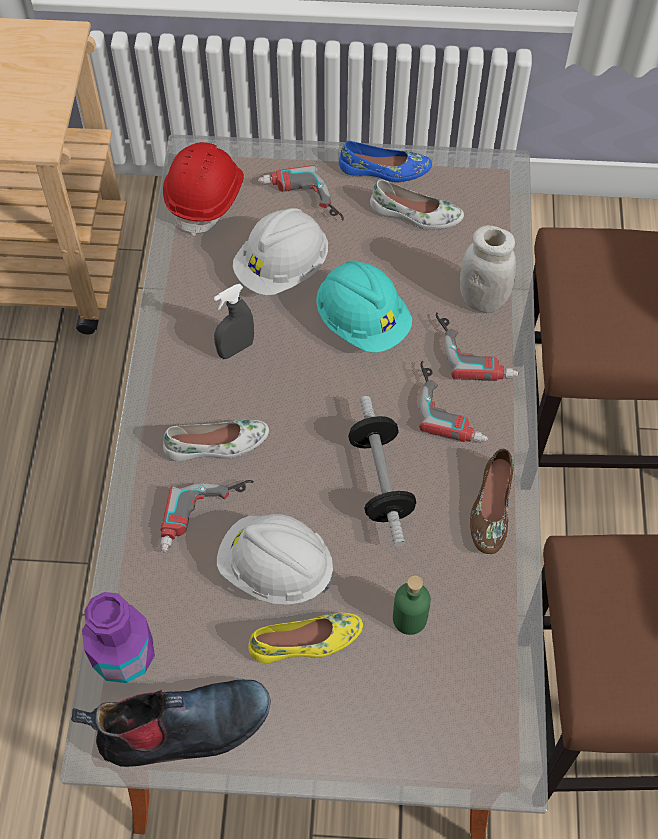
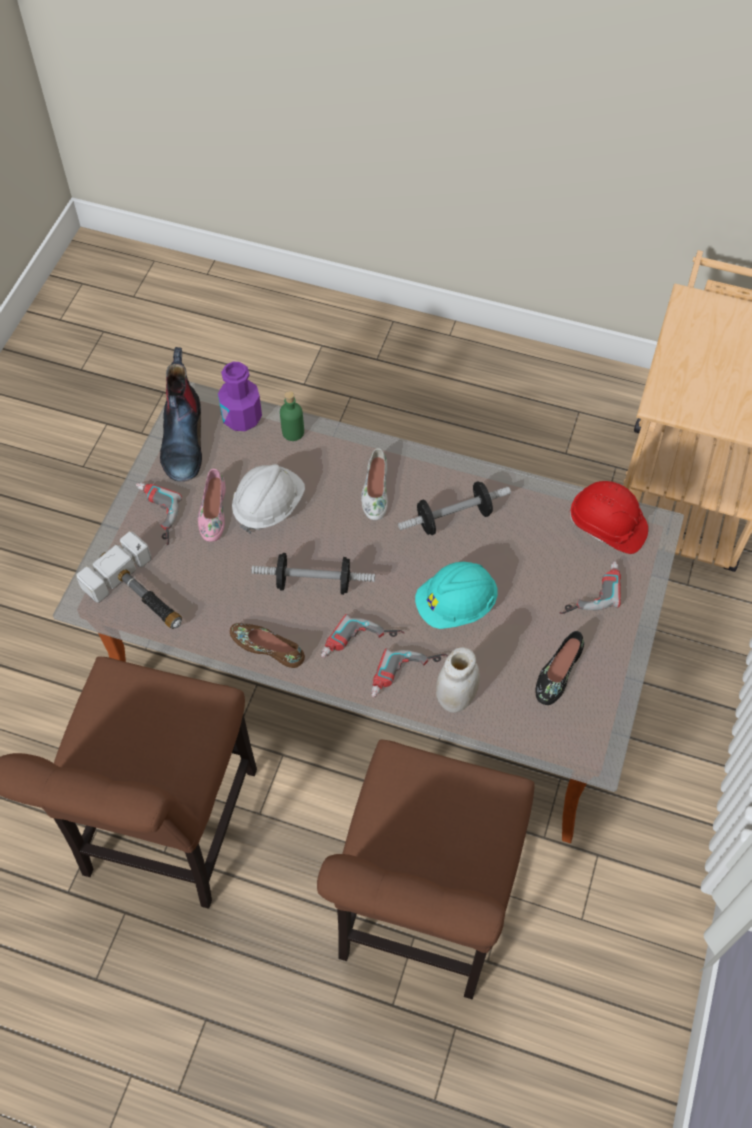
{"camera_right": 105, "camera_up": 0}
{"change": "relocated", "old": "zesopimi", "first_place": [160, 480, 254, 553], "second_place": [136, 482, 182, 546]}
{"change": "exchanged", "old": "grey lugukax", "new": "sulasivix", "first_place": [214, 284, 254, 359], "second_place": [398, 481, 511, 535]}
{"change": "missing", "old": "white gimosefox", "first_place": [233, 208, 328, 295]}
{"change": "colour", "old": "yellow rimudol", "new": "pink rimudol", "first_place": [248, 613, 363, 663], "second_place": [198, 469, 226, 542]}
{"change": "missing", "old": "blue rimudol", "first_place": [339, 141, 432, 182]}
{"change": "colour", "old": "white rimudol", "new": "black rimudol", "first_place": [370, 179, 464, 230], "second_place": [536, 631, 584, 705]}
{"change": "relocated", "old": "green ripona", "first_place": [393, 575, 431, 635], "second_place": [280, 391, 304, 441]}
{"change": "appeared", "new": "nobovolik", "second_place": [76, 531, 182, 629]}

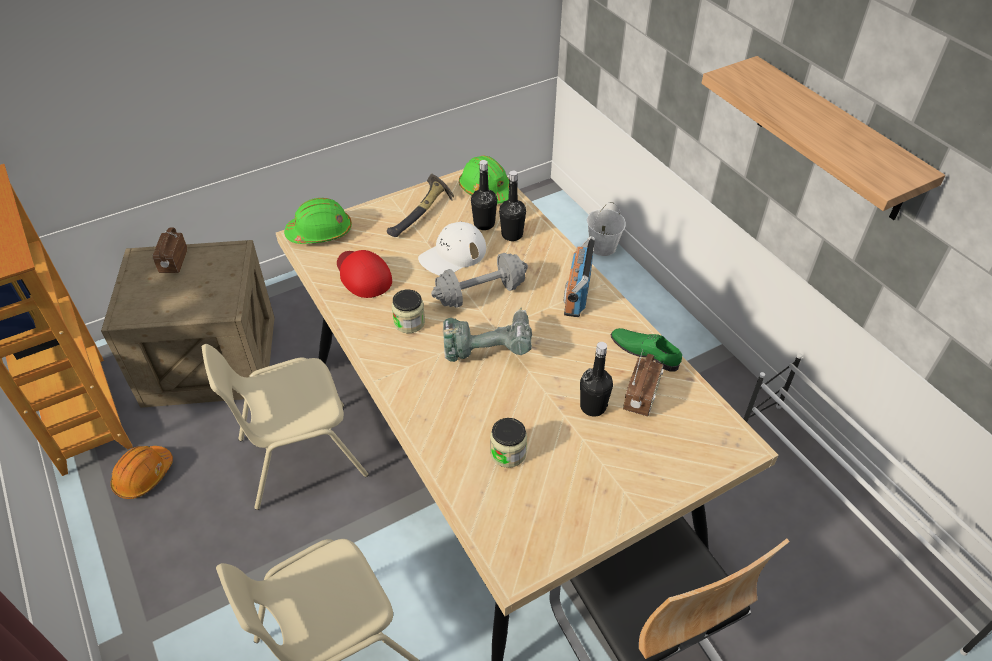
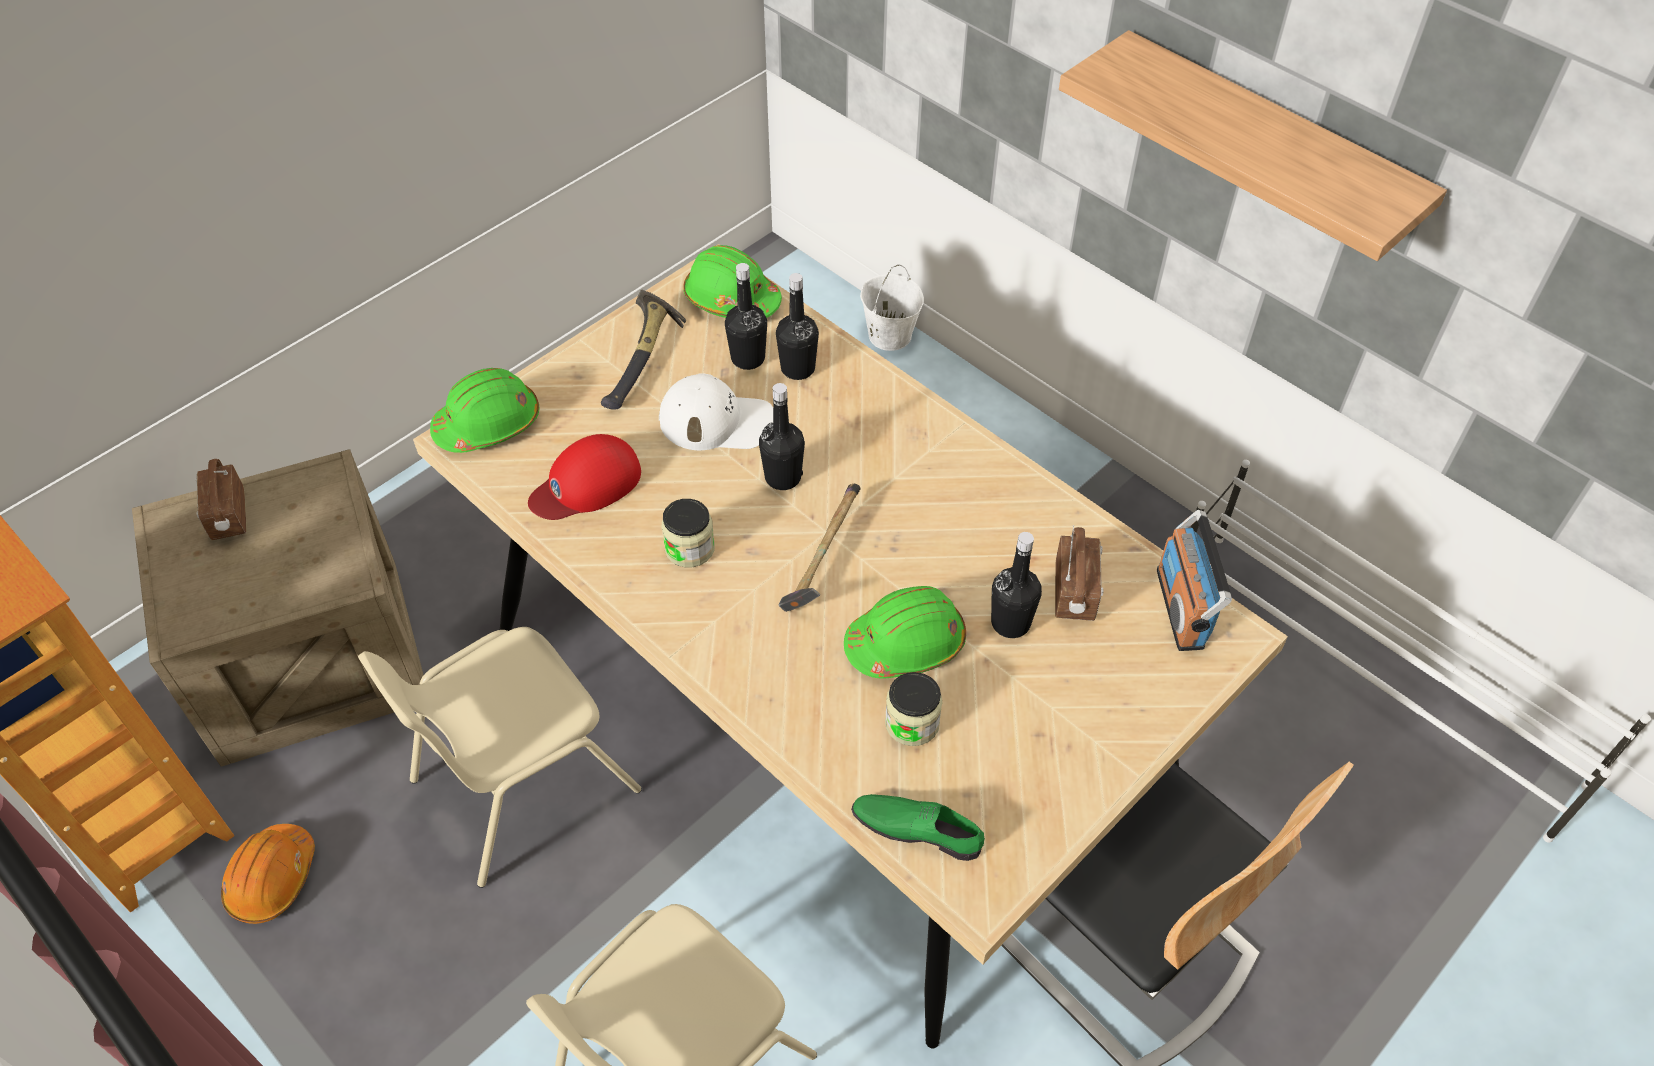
{"camera_right": -15, "camera_up": 5}
{"change": "spun", "old": "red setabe", "first_place": [337, 250, 392, 298], "second_place": [528, 434, 641, 520], "degrees": -75}
{"change": "spun", "old": "white setabe", "first_place": [418, 222, 486, 276], "second_place": [659, 373, 773, 450], "degrees": -120}
{"change": "exchanged", "old": "grey sulasivix", "new": "black ripona", "first_place": [431, 253, 528, 308], "second_place": [759, 383, 805, 490]}
{"change": "exchanged", "old": "zesopimi", "new": "nobovolik", "first_place": [443, 307, 532, 362], "second_place": [778, 484, 861, 612]}
{"change": "relocated", "old": "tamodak", "first_place": [564, 236, 595, 317], "second_place": [1157, 510, 1232, 651]}
{"change": "relocated", "old": "green rimudol", "first_place": [611, 328, 682, 371], "second_place": [851, 794, 985, 861]}
{"change": "appeared", "new": "green gimosefox", "second_place": [844, 586, 966, 679]}

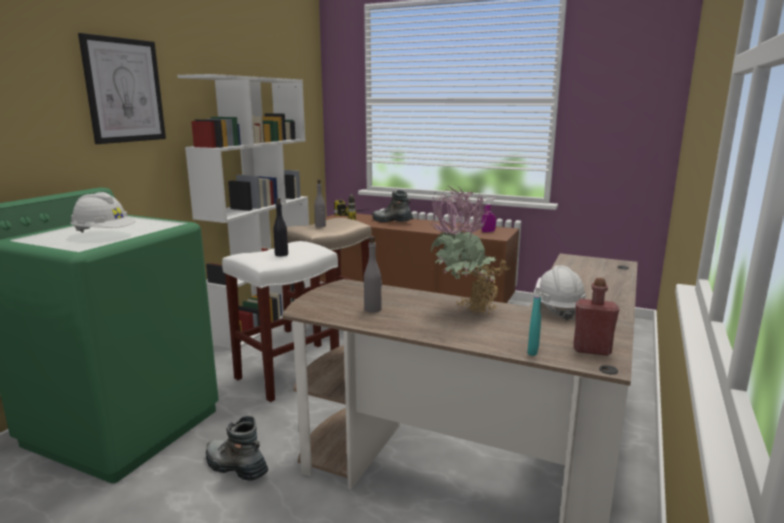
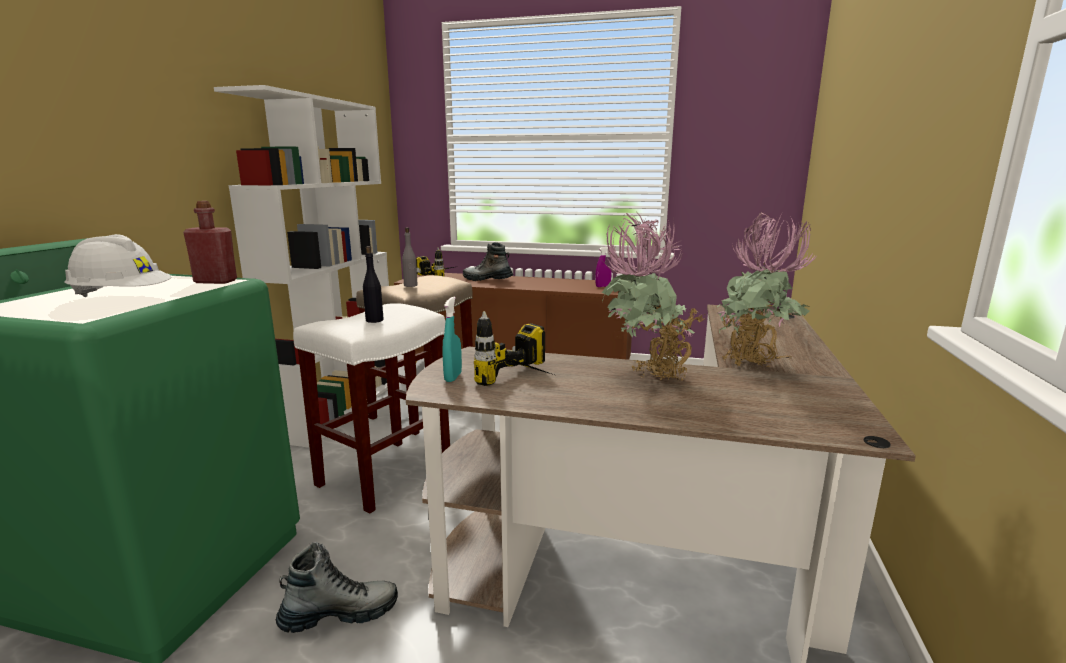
{"camera_right": -10, "camera_up": 0}
{"change": "missing", "old": "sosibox", "first_place": [78, 33, 166, 144]}
{"change": "spun", "old": "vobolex", "first_place": [206, 416, 268, 481], "second_place": [276, 542, 398, 633], "degrees": 135}
{"change": "exchanged", "old": "grey ripona", "new": "zesopimi", "first_place": [364, 236, 382, 313], "second_place": [474, 311, 557, 386]}
{"change": "relocated", "old": "turquoise lugukax", "first_place": [528, 278, 542, 356], "second_place": [442, 296, 462, 382]}
{"change": "exchanged", "old": "white gimosefox", "new": "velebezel", "first_place": [534, 265, 586, 321], "second_place": [716, 213, 816, 367]}
{"change": "relocated", "old": "red ripona", "first_place": [574, 278, 619, 356], "second_place": [183, 201, 237, 284]}

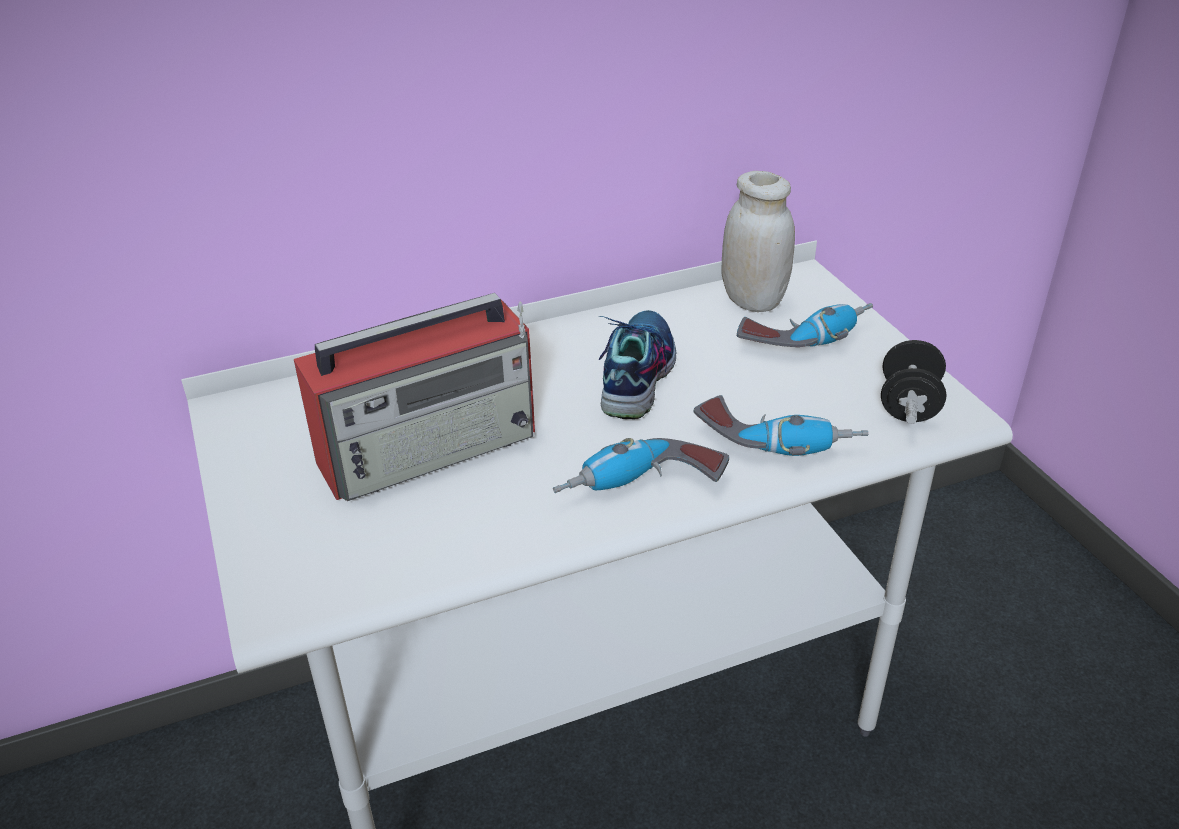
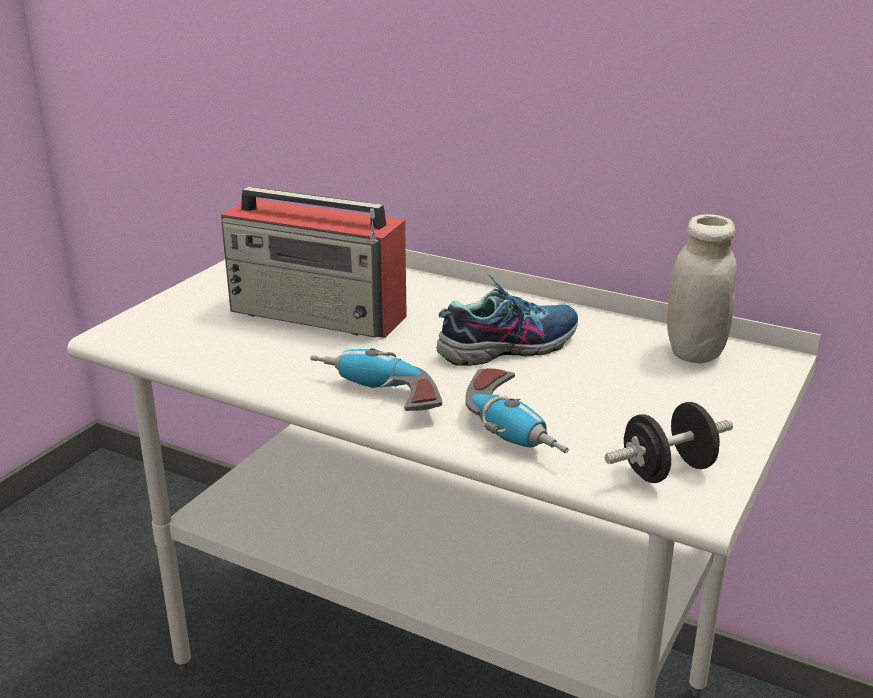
{"camera_right": 50, "camera_up": -10}
{"change": "missing", "old": "zesopimi", "first_place": [737, 303, 873, 347]}

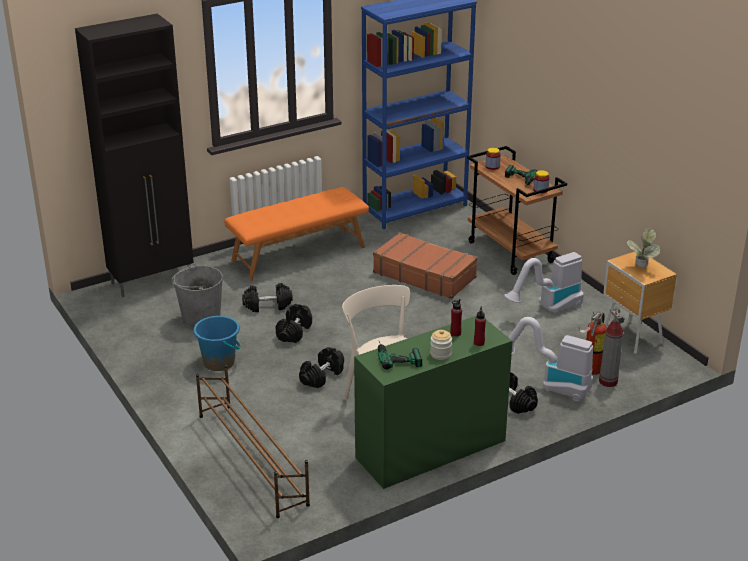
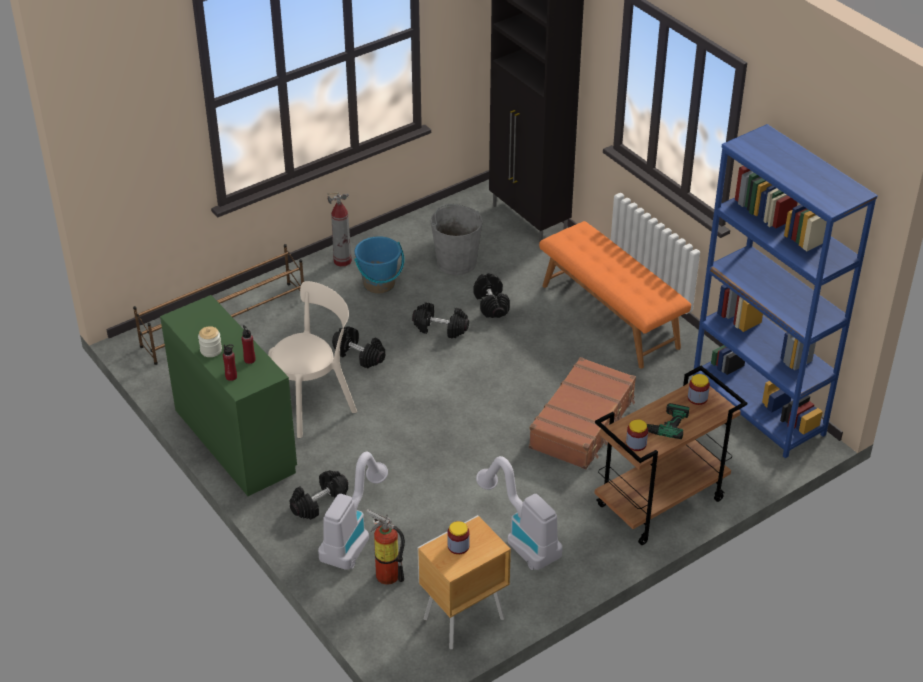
{"camera_right": 85, "camera_up": 10}
{"change": "missing", "old": "zesopimi", "first_place": [378, 341, 422, 370]}
{"change": "relocated", "old": "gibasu", "first_place": [599, 307, 625, 387], "second_place": [327, 192, 352, 267]}
{"change": "exchanged", "old": "velebezel", "new": "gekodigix", "first_place": [626, 228, 660, 267], "second_place": [448, 521, 470, 554]}

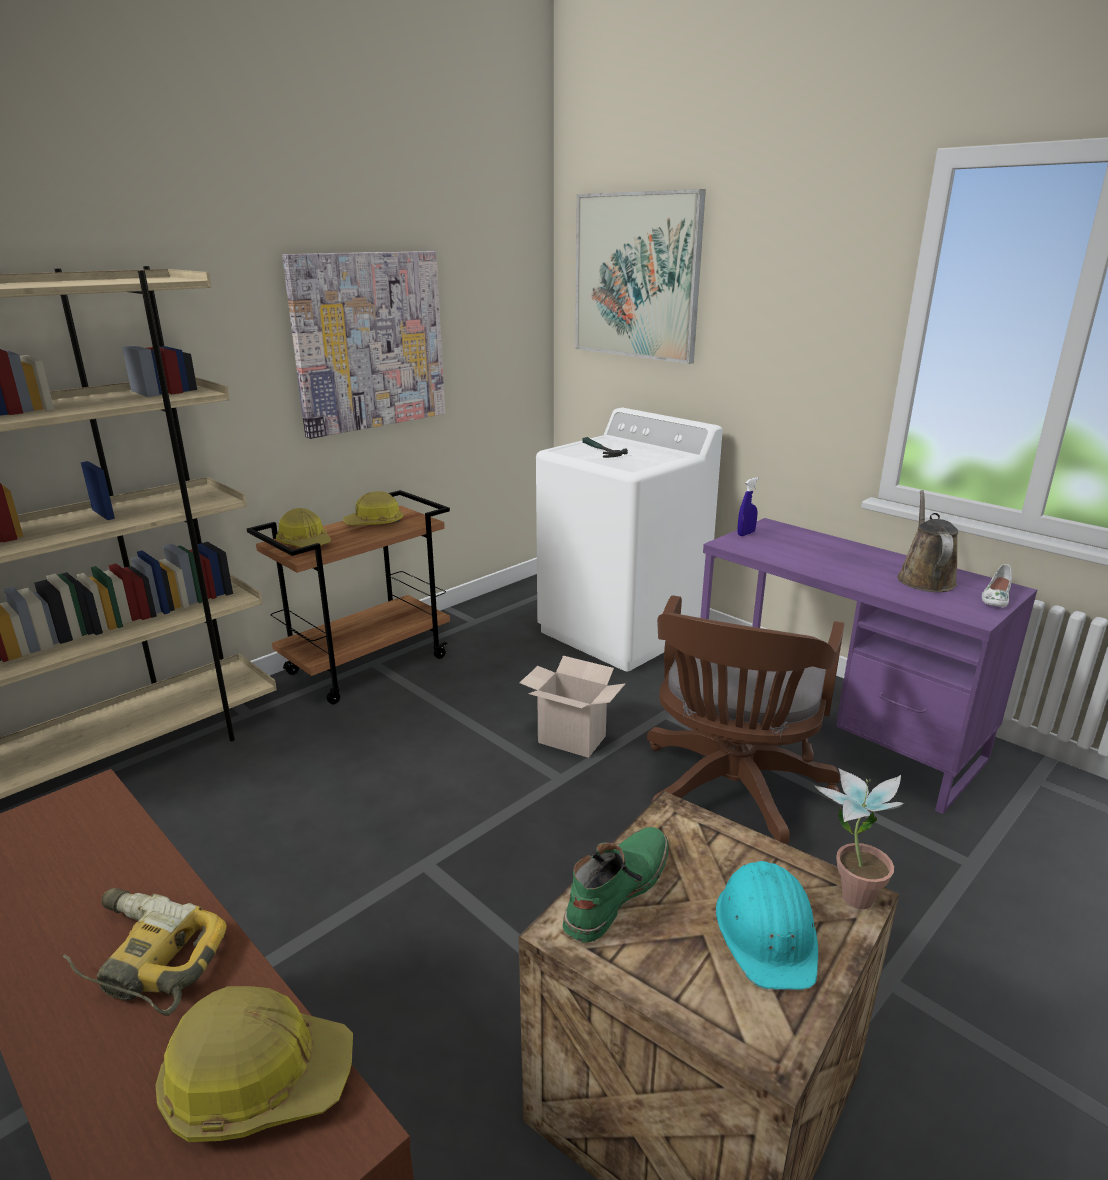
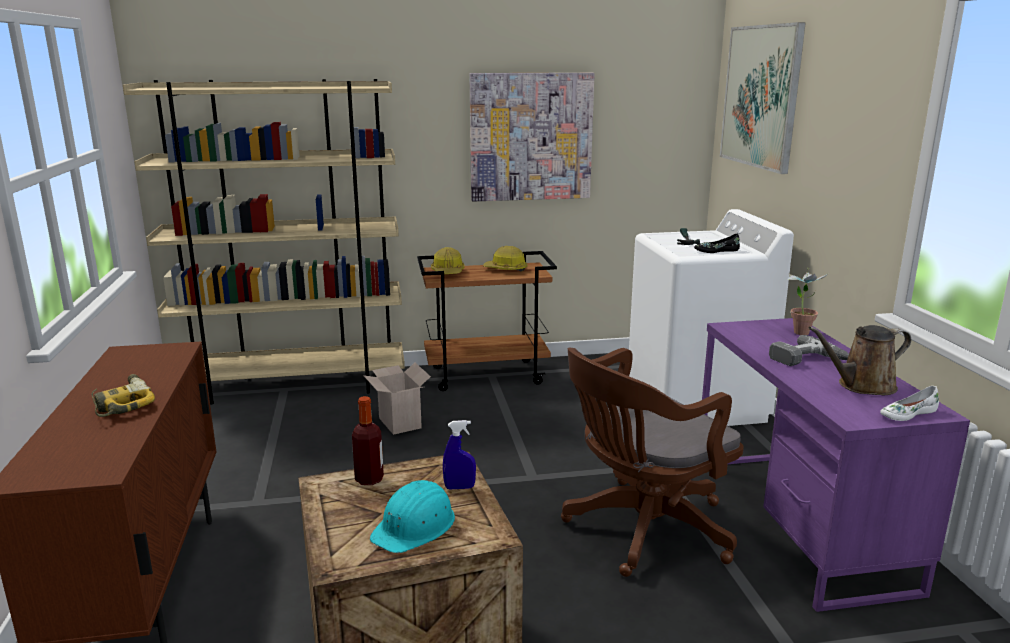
{"camera_right": 35, "camera_up": -5}
{"change": "missing", "old": "gimosefox", "first_place": [155, 986, 353, 1142]}
{"change": "relocated", "old": "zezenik", "first_place": [519, 656, 625, 758], "second_place": [363, 363, 431, 435]}
{"change": "exchanged", "old": "green vobolex", "new": "ripona", "first_place": [563, 827, 669, 943], "second_place": [352, 396, 384, 485]}
{"change": "relocated", "old": "blue lugukax", "first_place": [737, 477, 759, 536], "second_place": [443, 420, 476, 489]}
{"change": "relocated", "old": "velebezel", "first_place": [814, 768, 904, 909], "second_place": [787, 268, 829, 335]}
{"change": "spun", "old": "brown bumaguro", "first_place": [897, 490, 958, 592], "second_place": [808, 325, 911, 395], "degrees": -150}
{"change": "appeared", "new": "black rimudol", "second_place": [694, 234, 740, 253]}
{"change": "appeared", "new": "zesopimi", "second_place": [769, 335, 849, 366]}

